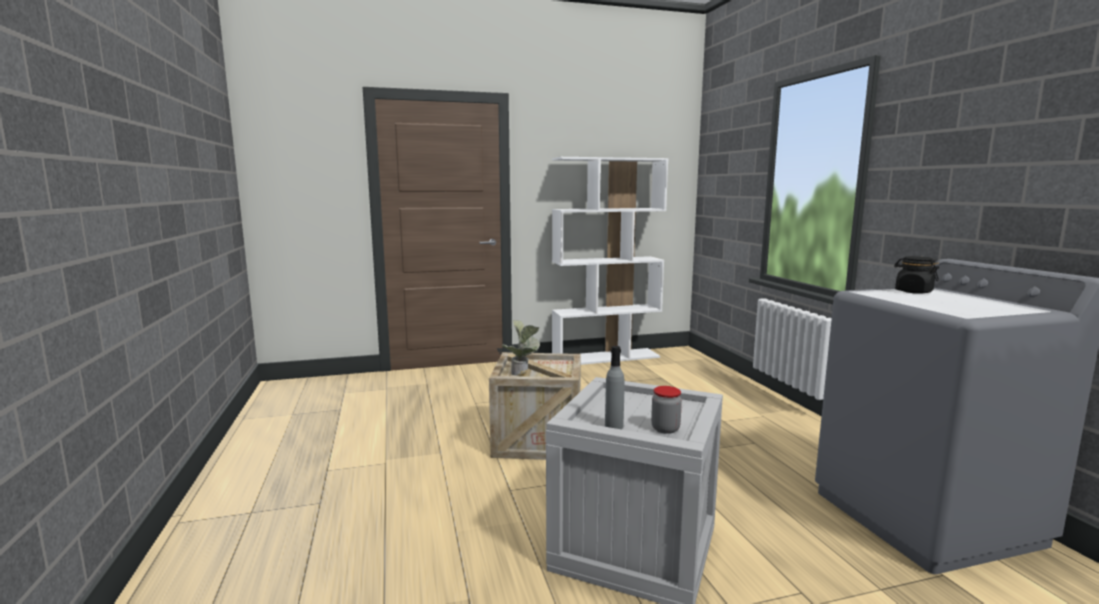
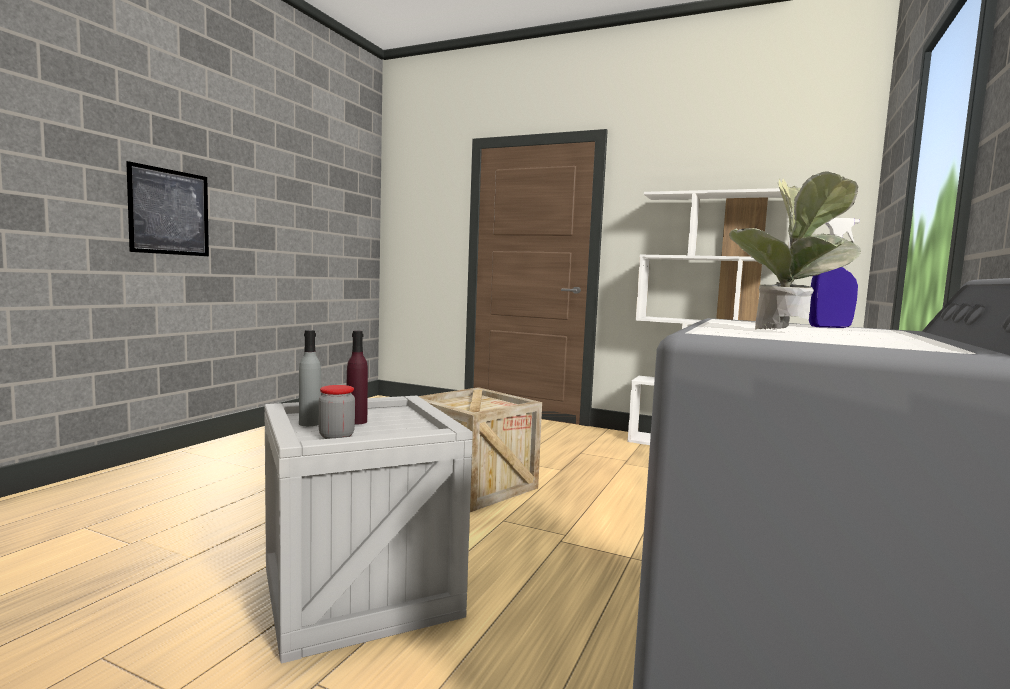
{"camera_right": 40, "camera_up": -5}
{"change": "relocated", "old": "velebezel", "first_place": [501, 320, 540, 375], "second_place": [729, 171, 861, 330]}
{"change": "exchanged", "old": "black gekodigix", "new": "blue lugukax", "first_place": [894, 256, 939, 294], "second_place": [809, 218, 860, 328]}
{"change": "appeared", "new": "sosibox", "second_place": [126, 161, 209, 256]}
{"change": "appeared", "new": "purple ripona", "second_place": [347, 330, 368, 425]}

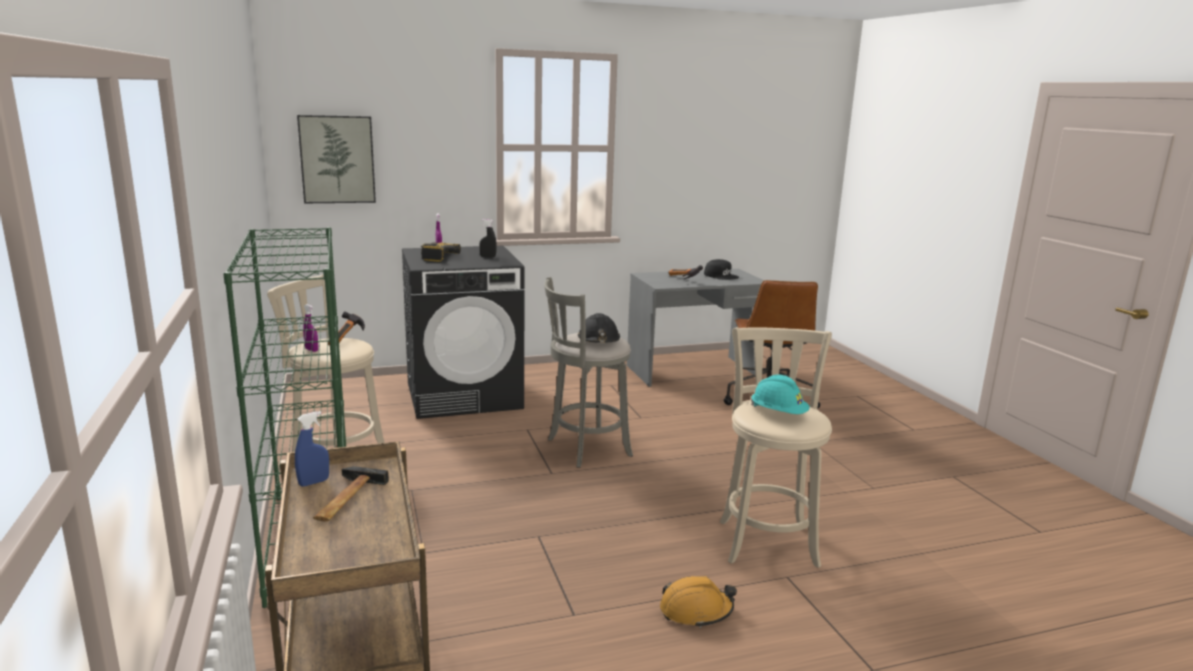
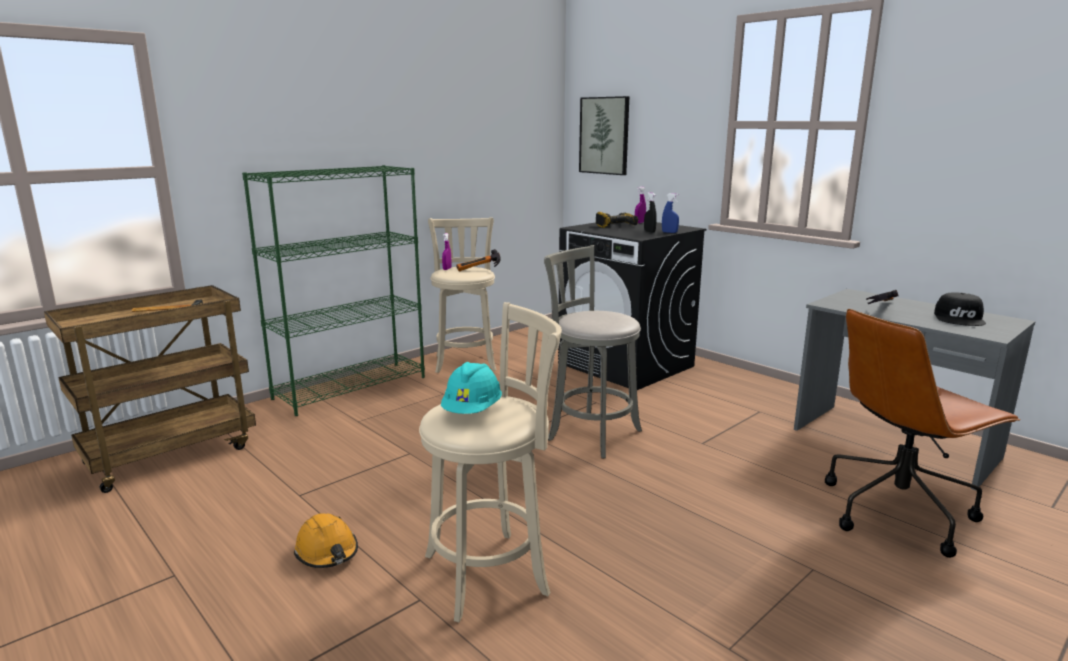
{"camera_right": 65, "camera_up": 0}
{"change": "relocated", "old": "blue lugukax", "first_place": [295, 411, 329, 486], "second_place": [662, 193, 679, 233]}
{"change": "missing", "old": "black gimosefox", "first_place": [578, 313, 620, 343]}

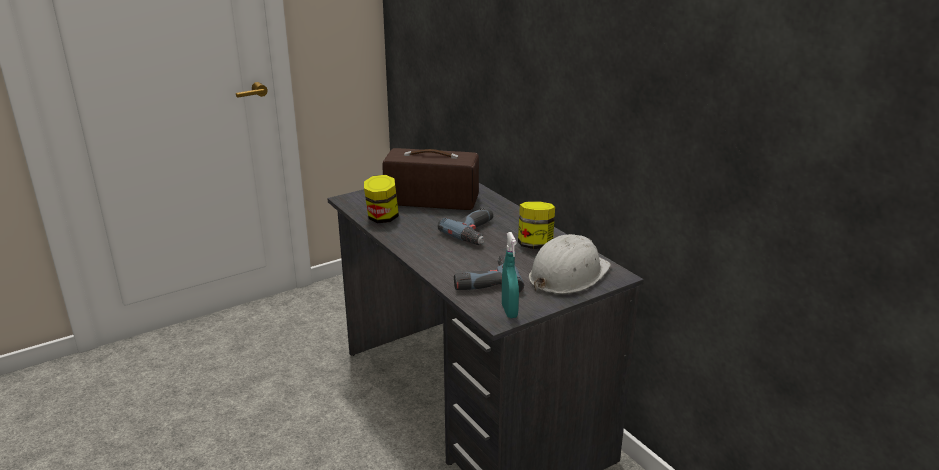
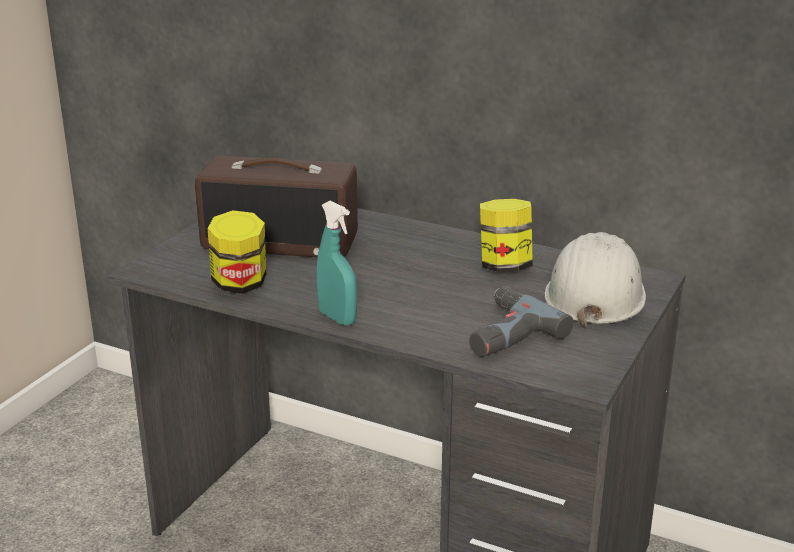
{"camera_right": -30, "camera_up": 0}
{"change": "spun", "old": "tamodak", "first_place": [382, 148, 479, 210], "second_place": [195, 156, 358, 257], "degrees": -150}
{"change": "missing", "old": "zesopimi", "first_place": [438, 207, 493, 245]}
{"change": "relocated", "old": "turquoise lugukax", "first_place": [502, 232, 519, 318], "second_place": [317, 201, 357, 326]}

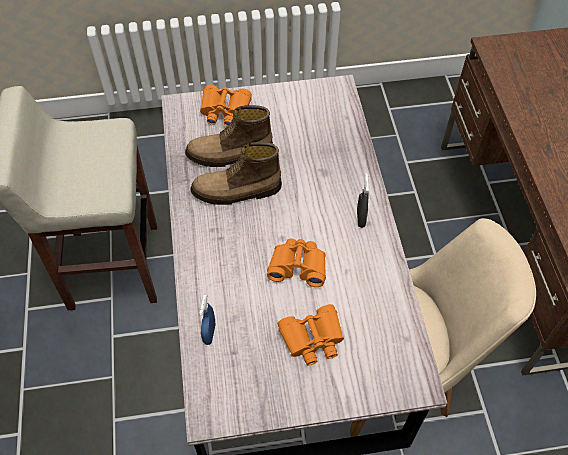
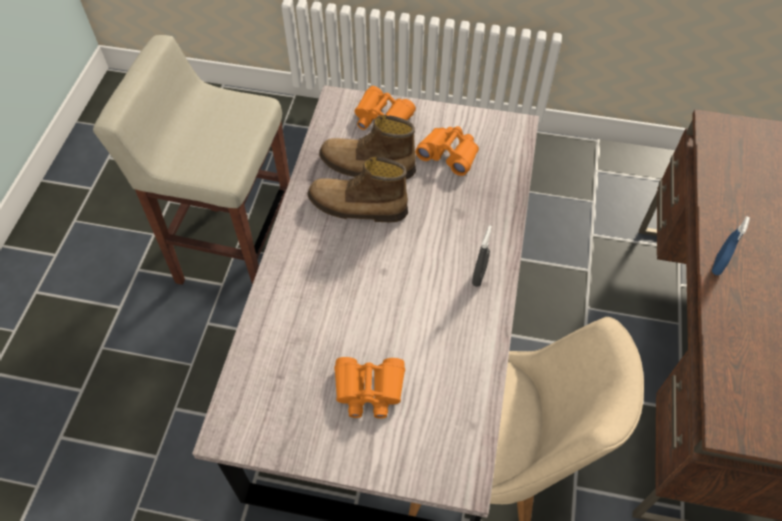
{"camera_right": 20, "camera_up": 0}
{"change": "relocated", "old": "blue lugukax", "first_place": [199, 295, 215, 345], "second_place": [712, 216, 750, 275]}
{"change": "relocated", "old": "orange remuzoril", "first_place": [267, 238, 326, 287], "second_place": [415, 126, 479, 176]}

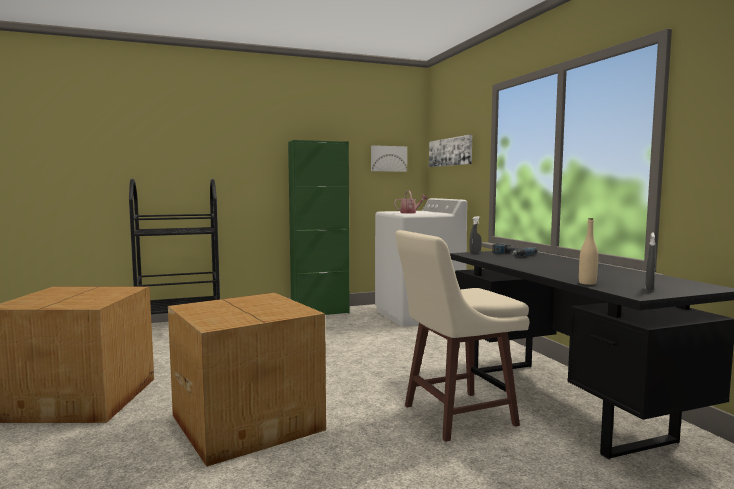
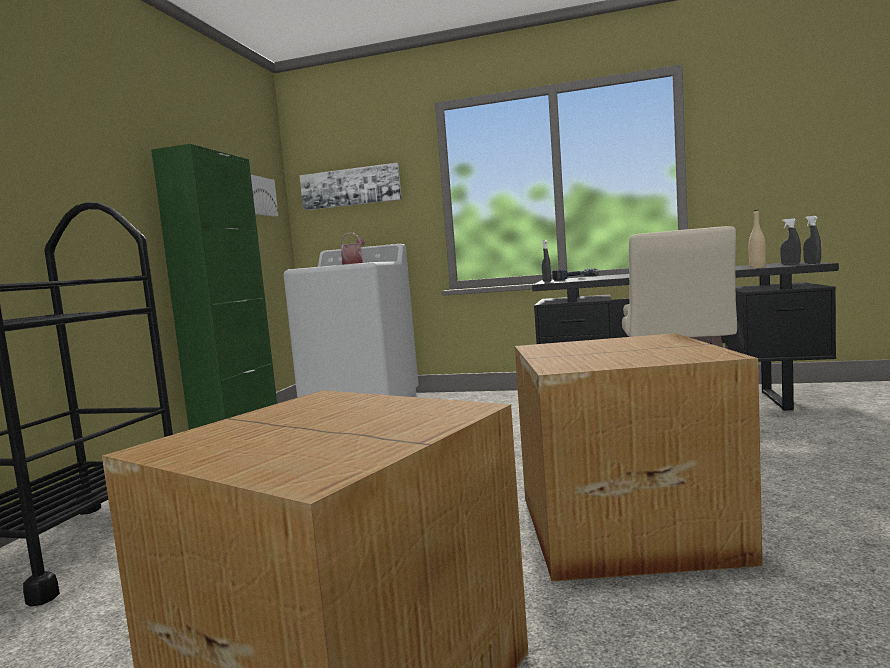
{"camera_right": -55, "camera_up": 0}
{"change": "appeared", "new": "grey lugukax", "second_place": [803, 216, 821, 264]}

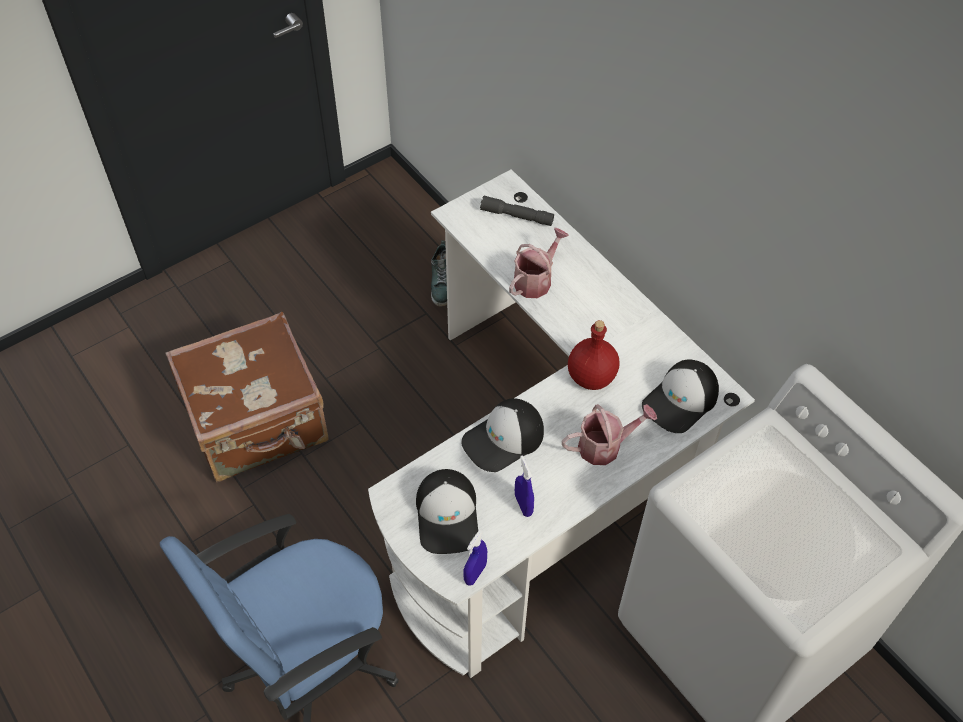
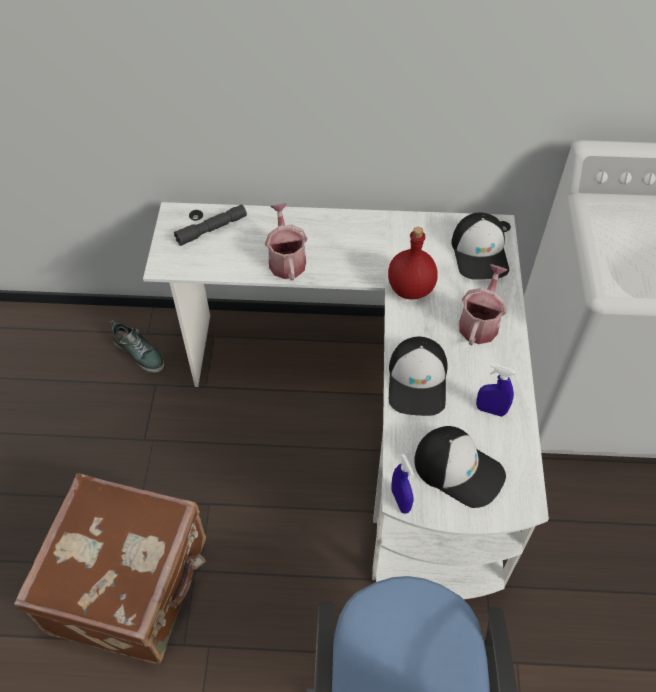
{"camera_right": -50, "camera_up": 0}
{"change": "relocated", "old": "blue lugukax", "first_place": [463, 530, 487, 586], "second_place": [391, 454, 414, 514]}

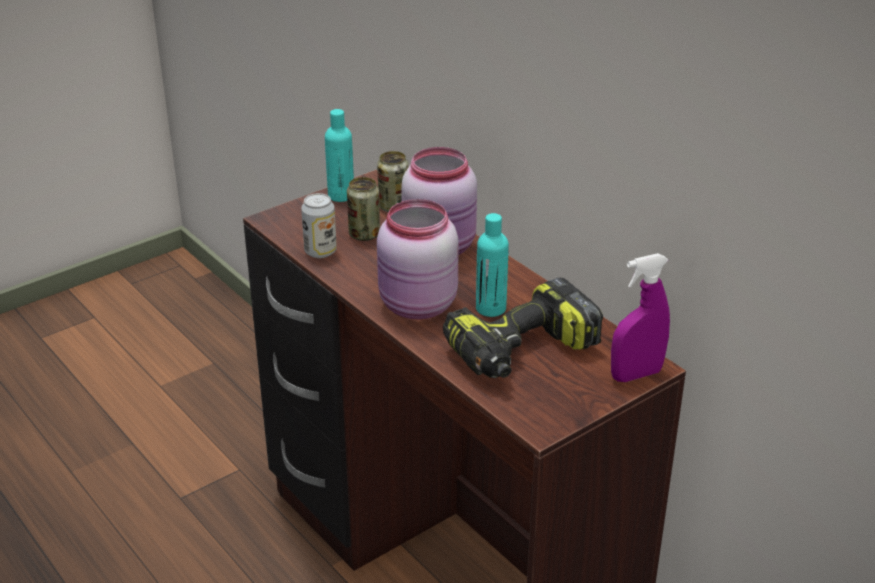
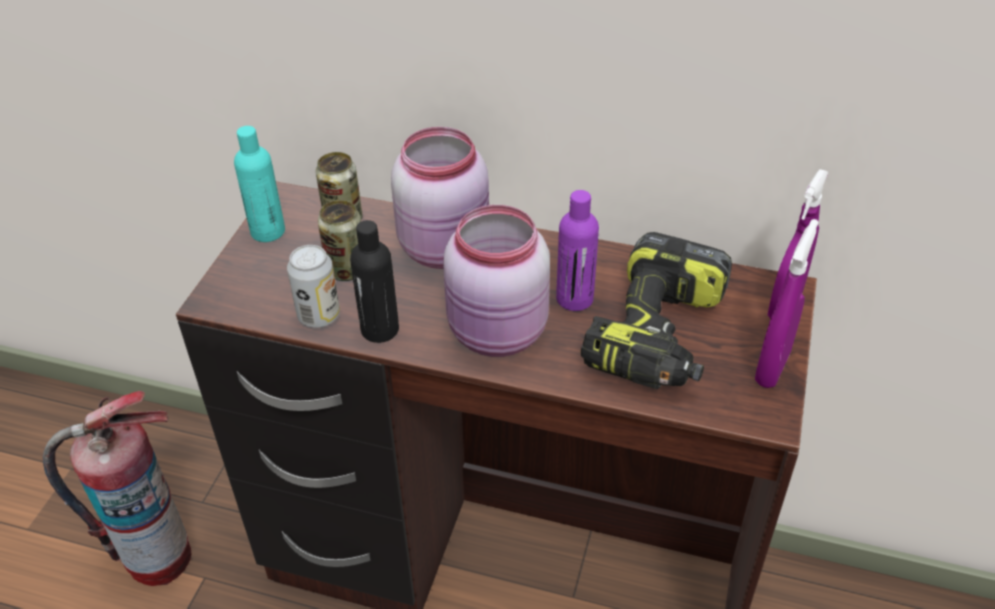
{"camera_right": -35, "camera_up": 10}
{"change": "colour", "old": "turquoise ripona", "new": "purple ripona", "first_place": [476, 213, 509, 317], "second_place": [556, 190, 599, 311]}
{"change": "appeared", "new": "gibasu", "second_place": [43, 391, 192, 586]}
{"change": "appeared", "new": "black ripona", "second_place": [350, 220, 399, 343]}
{"change": "appeared", "new": "purple lugukax", "second_place": [755, 219, 818, 388]}

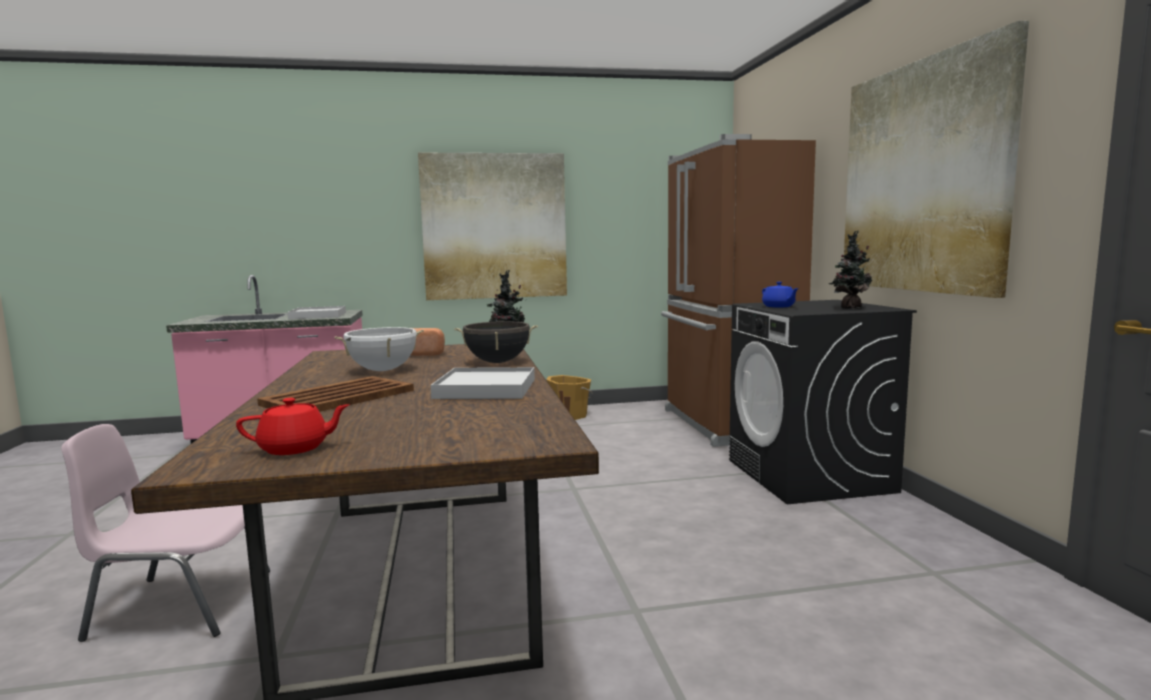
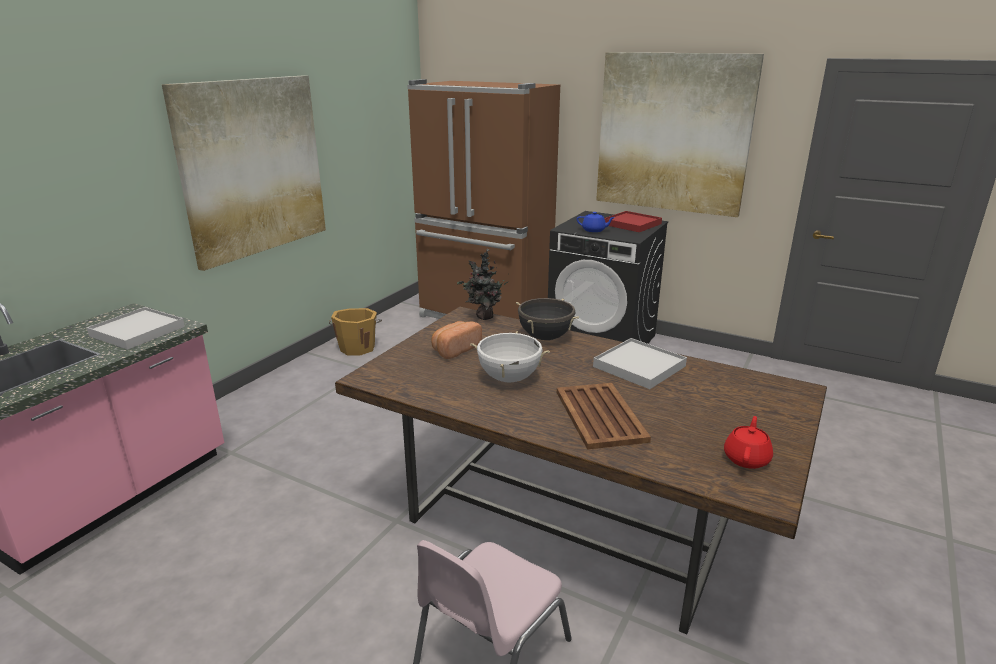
{"camera_right": -50, "camera_up": 15}
{"change": "exchanged", "old": "velebezel", "new": "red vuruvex", "first_place": [829, 231, 872, 308], "second_place": [604, 211, 662, 232]}

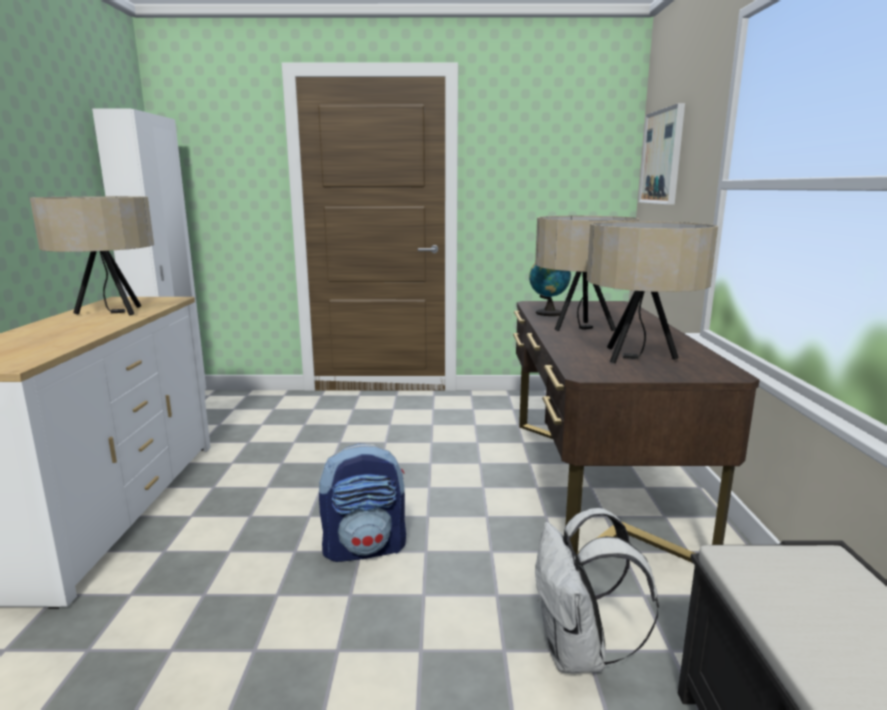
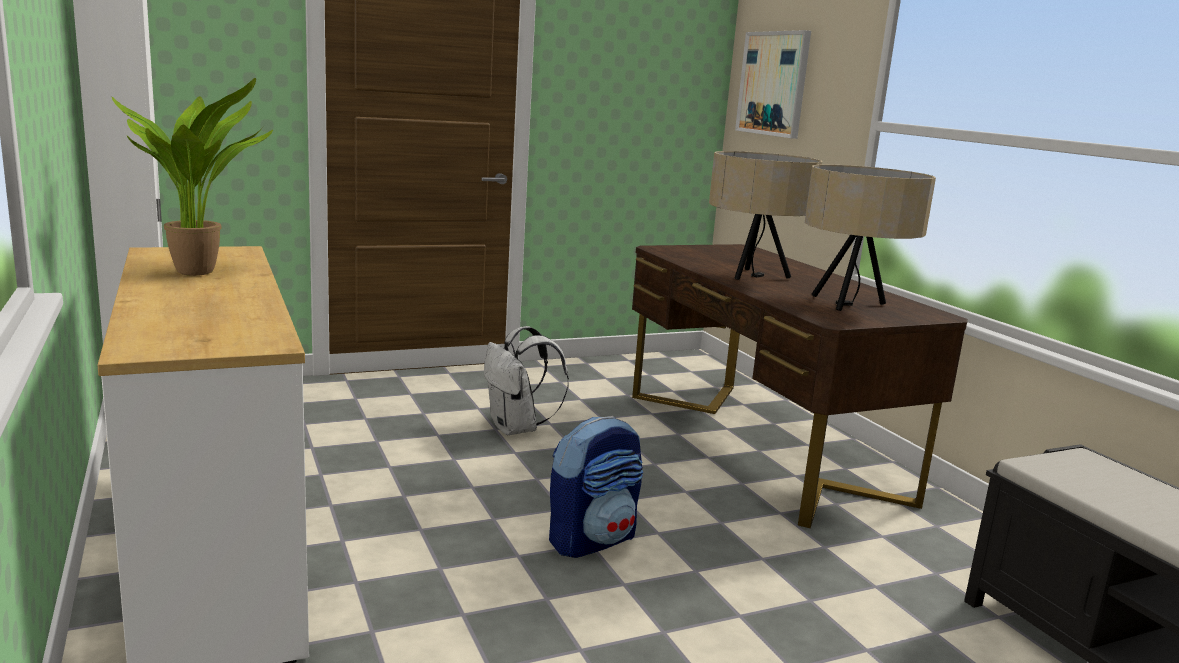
{"camera_right": -25, "camera_up": 0}
{"change": "exchanged", "old": "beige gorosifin", "new": "velebezel", "first_place": [30, 196, 154, 315], "second_place": [112, 78, 273, 276]}
{"change": "missing", "old": "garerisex", "first_place": [529, 263, 571, 316]}
{"change": "relocated", "old": "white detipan", "first_place": [535, 508, 659, 673], "second_place": [484, 326, 569, 436]}

